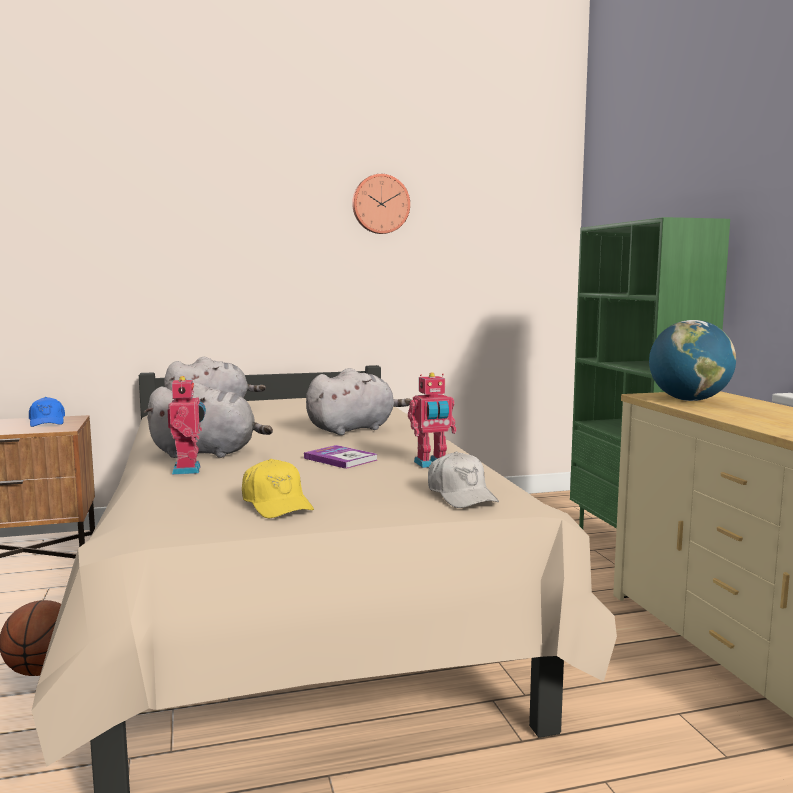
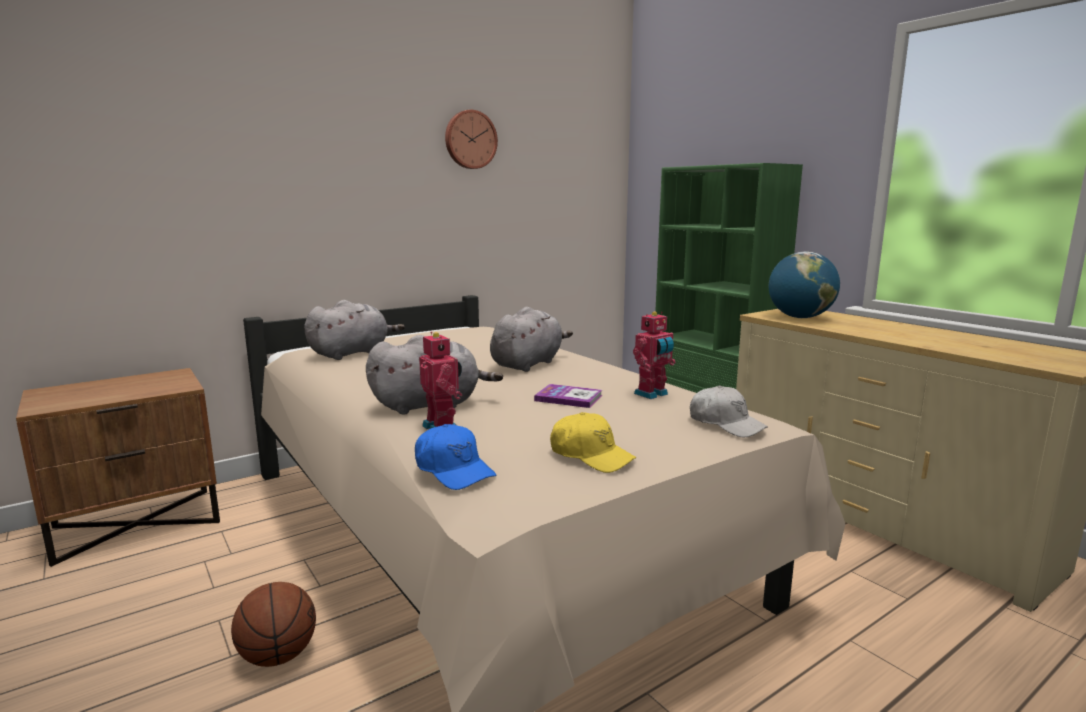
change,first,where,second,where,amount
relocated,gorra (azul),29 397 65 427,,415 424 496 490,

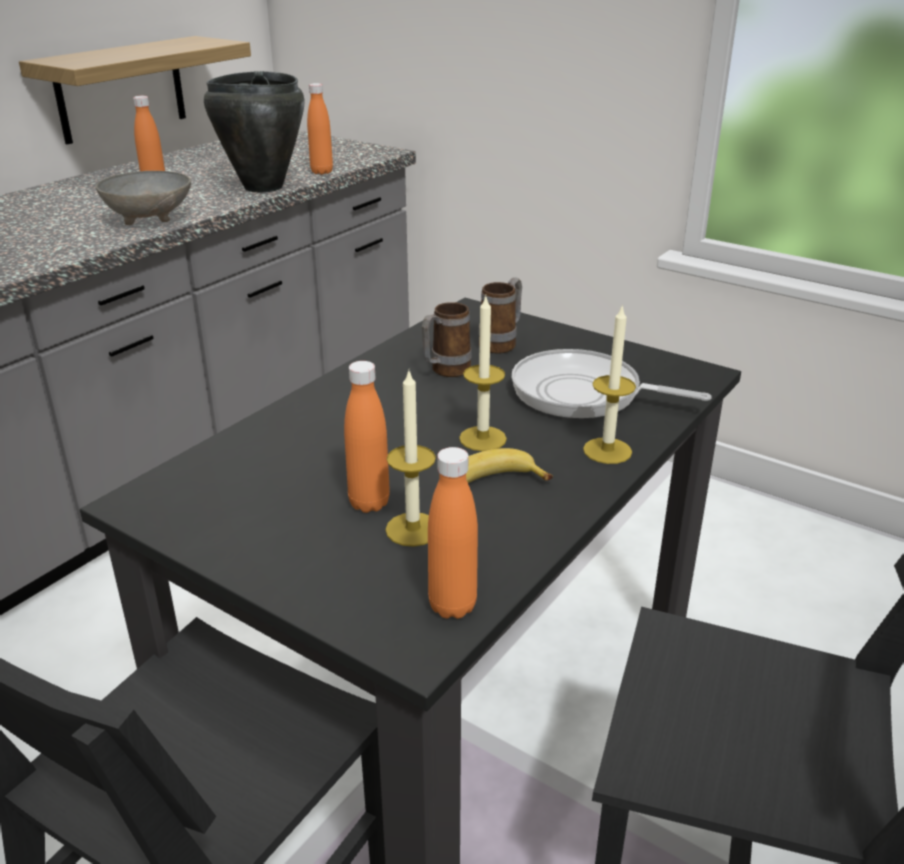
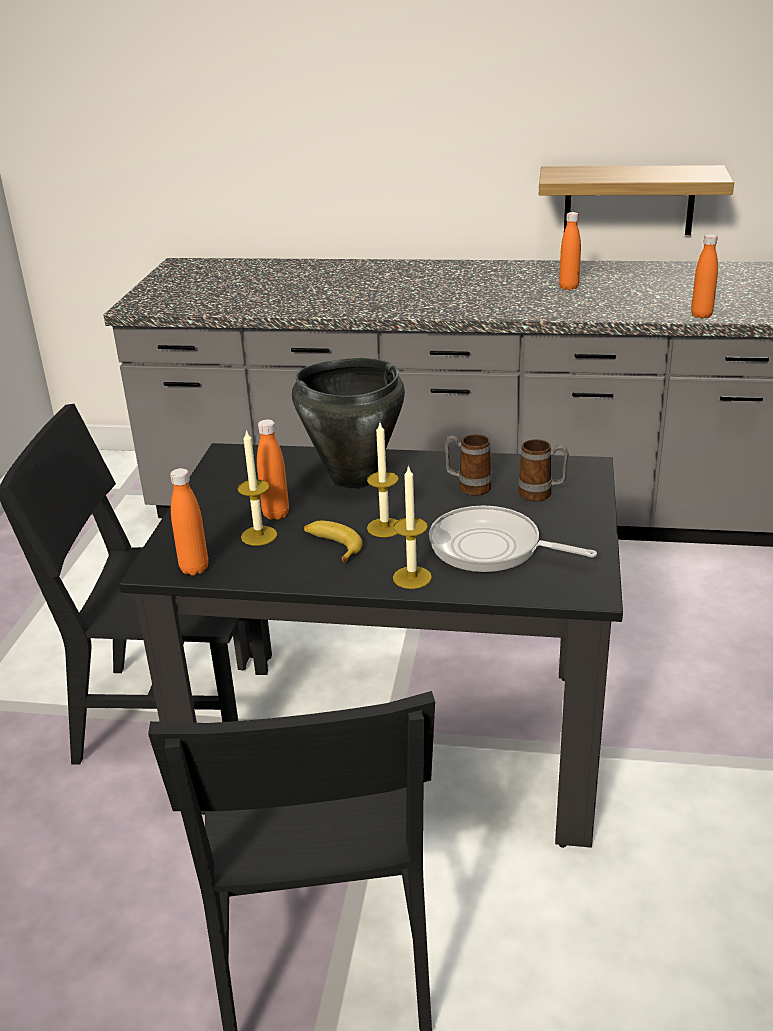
change,first,where,second,where,amount
missing,cuenco (gris),95 171 191 225,,,
relocated,olla (negro),204 71 305 193,,292 358 405 489,
spun,sartén,511 349 712 419,,429 506 597 572,60 degrees counterclockwise

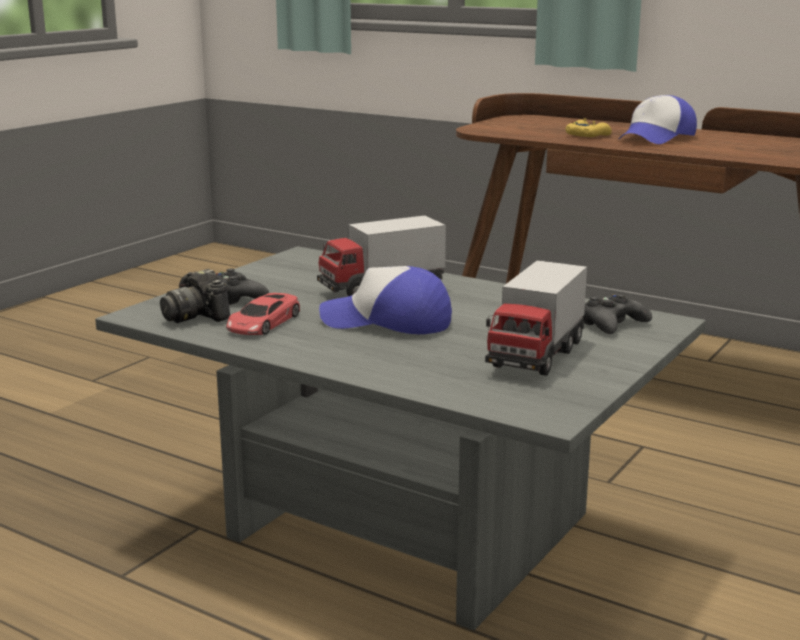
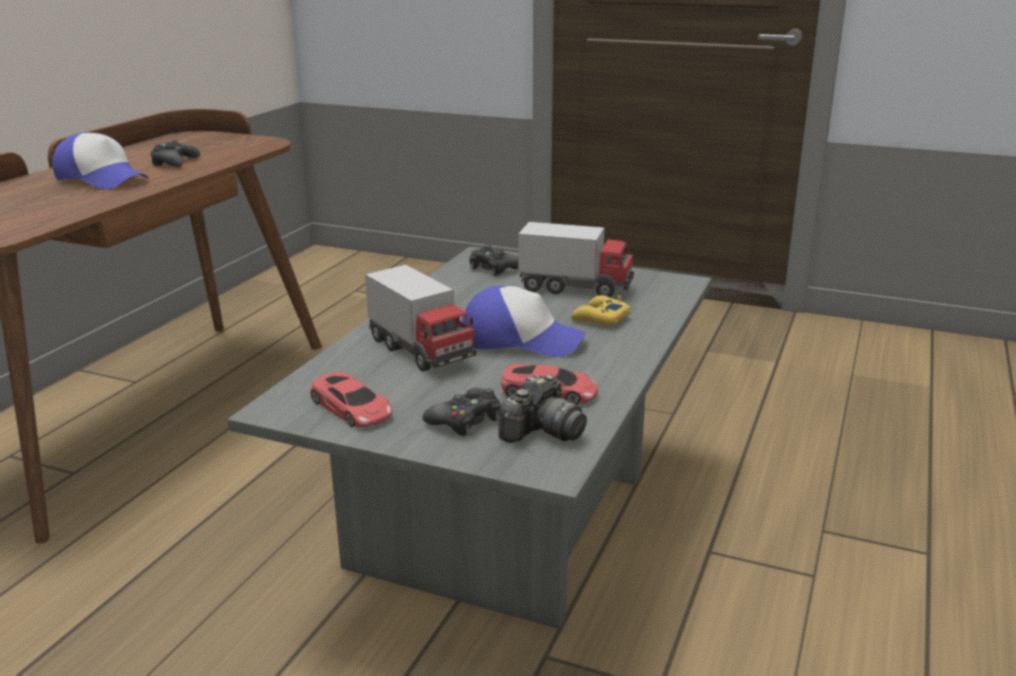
change,first,where,second,where,amount
appeared,,,mando de consola (negro),151 140 200 167,
appeared,,,coche de juguete (rojo),310 372 393 428,
relocated,mando de consola (amarillo),566 118 612 137,,571 295 631 326,
spun,gorra,319 266 452 334,,462 286 586 357,75 degrees counterclockwise

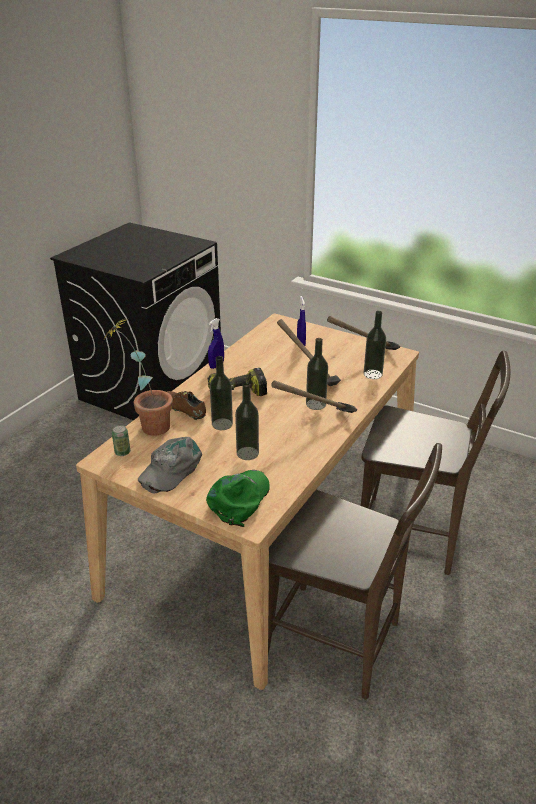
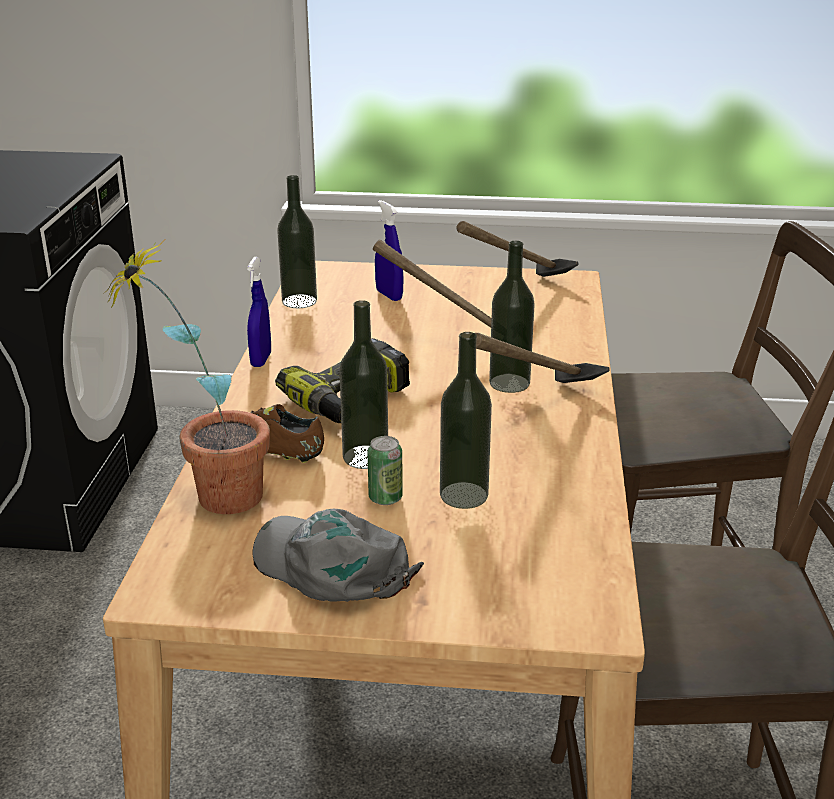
change,first,where,second,where,amount
missing,gorra (verde),206 470 270 527,,,
relocated,lata,112 425 130 456,,368 436 403 505,
relocated,botella,364 311 386 379,,277 175 317 308,
spun,gorra (gris),138 437 202 494,,252 509 424 602,120 degrees clockwise

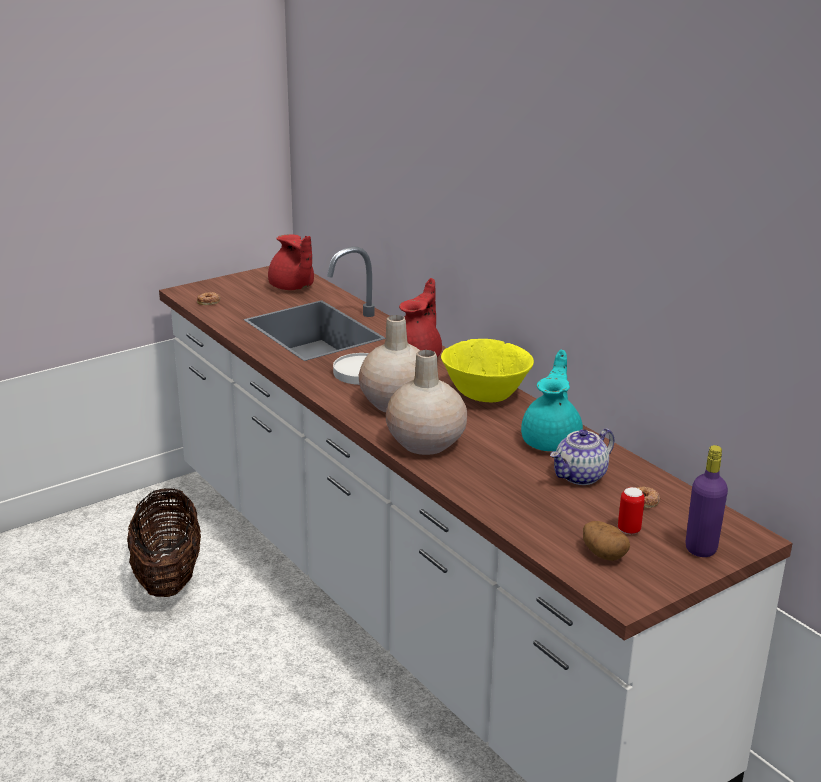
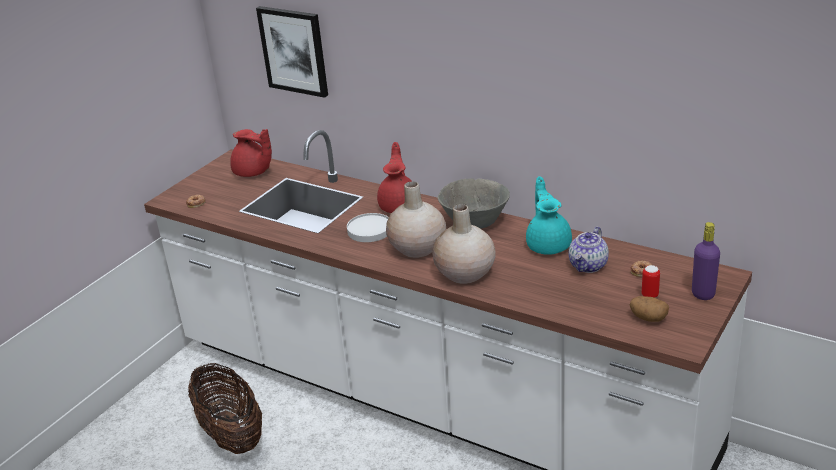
change,first,where,second,where,amount
appeared,,,cuadro,256 6 328 98,
colour,cuenco (amarillo),441 339 534 402,cuenco (gris),437 178 510 229,

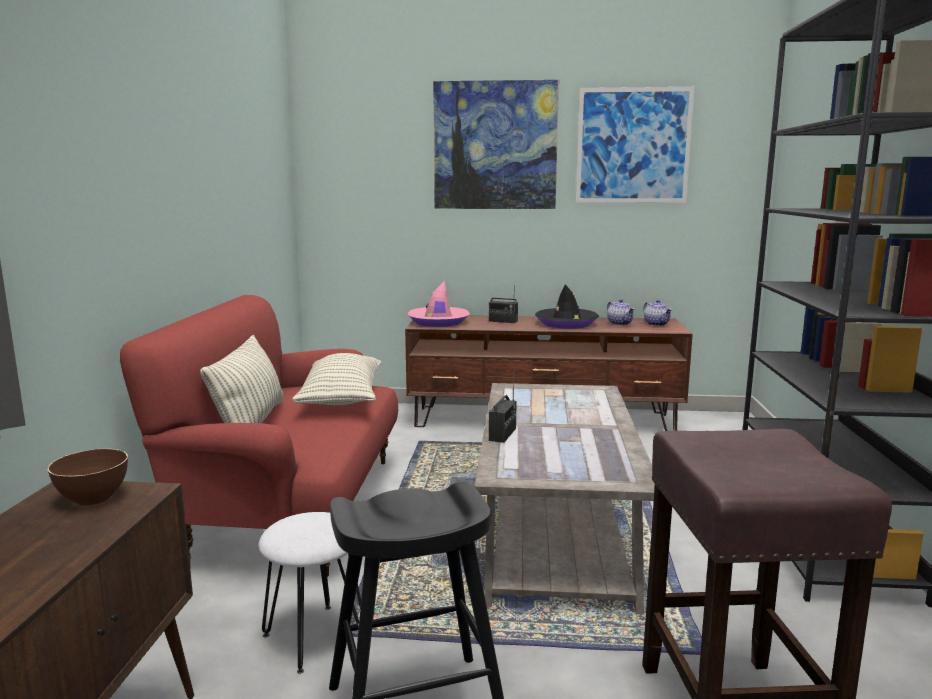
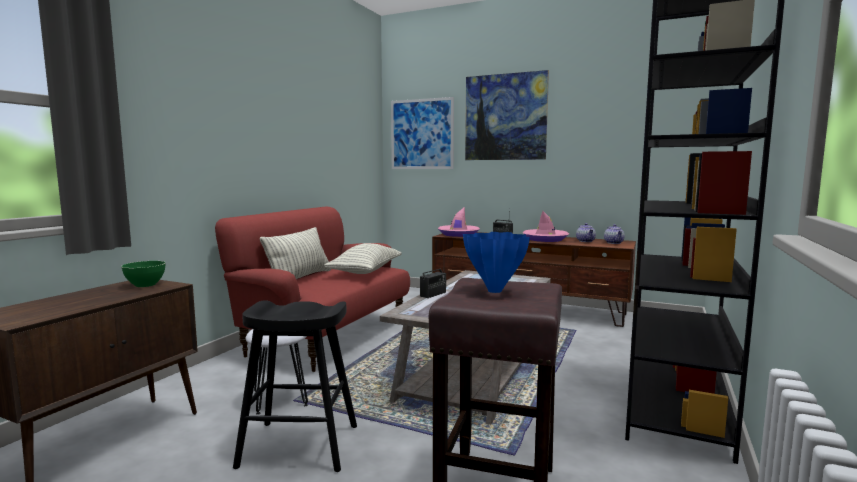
change,first,where,second,where,amount
appeared,,,florero (azul),463 232 530 293,
relocated,cuadro,576 87 695 203,,391 97 454 169,
colour,cuenco (marrón),48 449 128 506,cuenco (verde),121 261 166 287,
colour,sombrero (negro),535 284 599 329,sombrero (rosa),522 211 569 242,

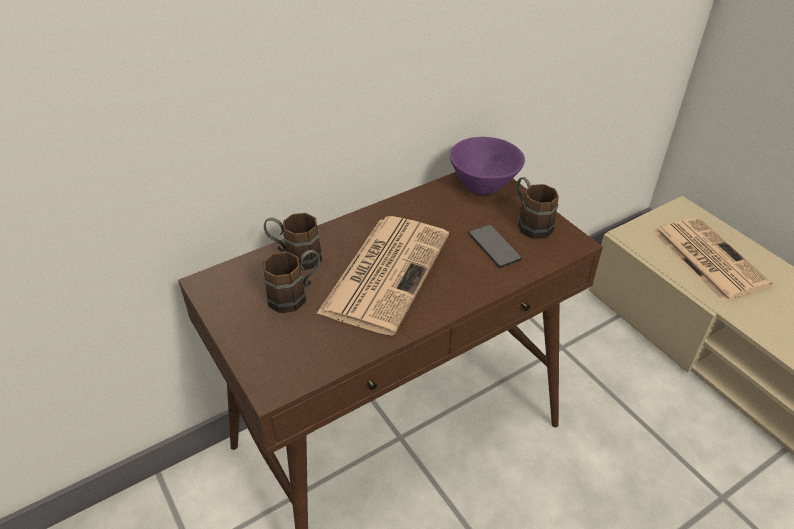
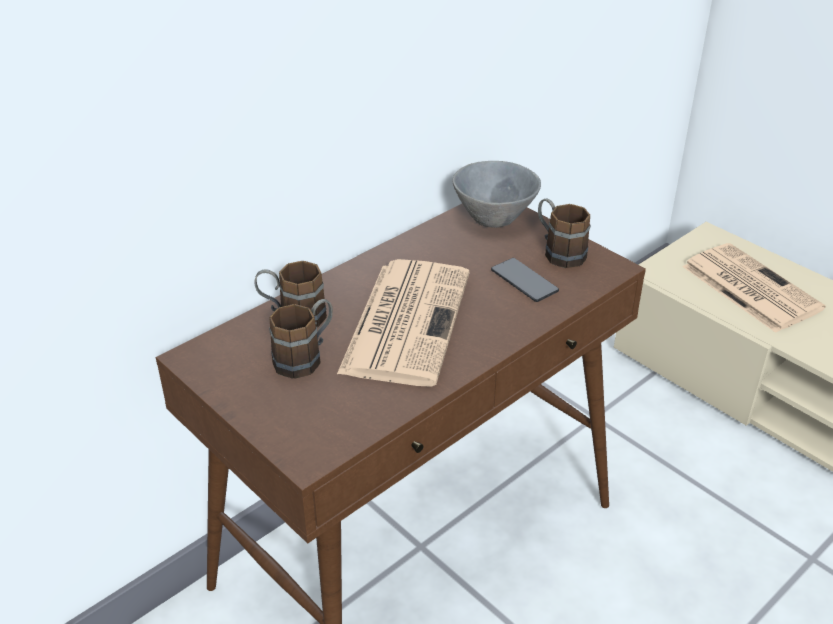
change,first,where,second,where,amount
colour,cuenco (morado),450 137 525 195,cuenco (gris),452 161 541 228,

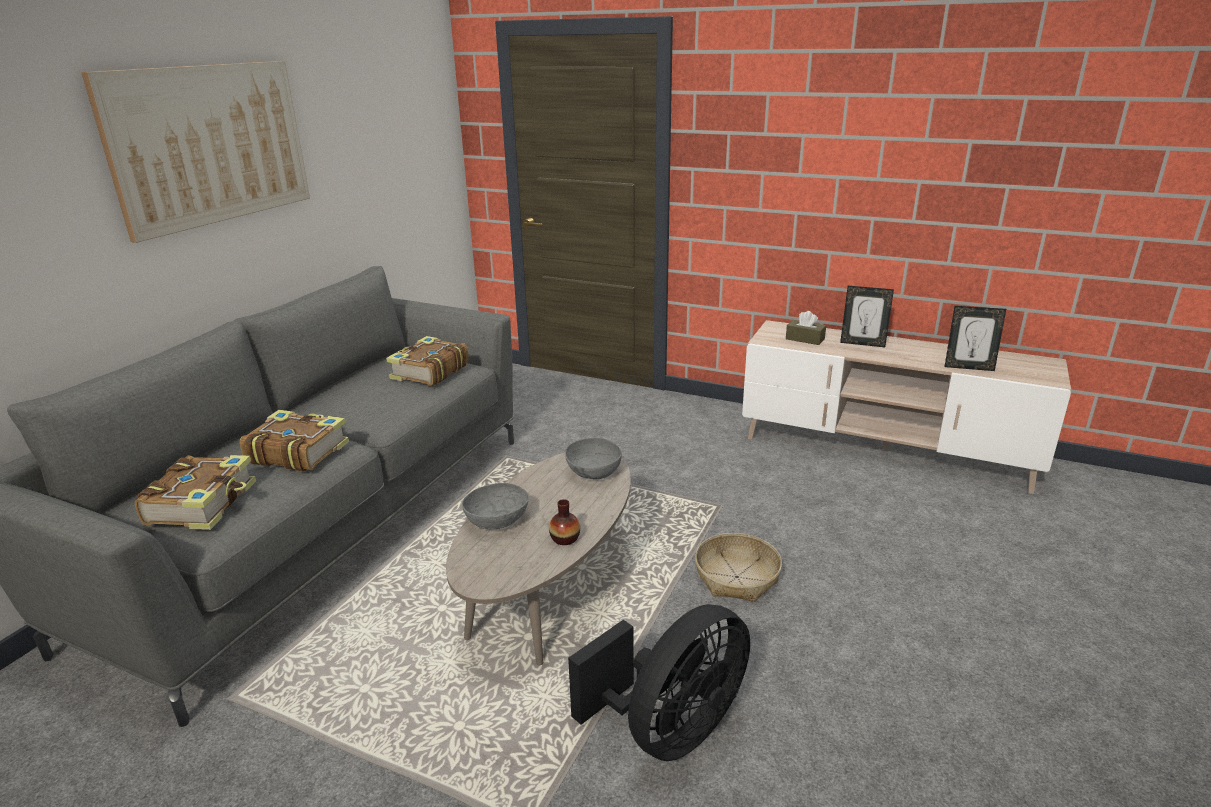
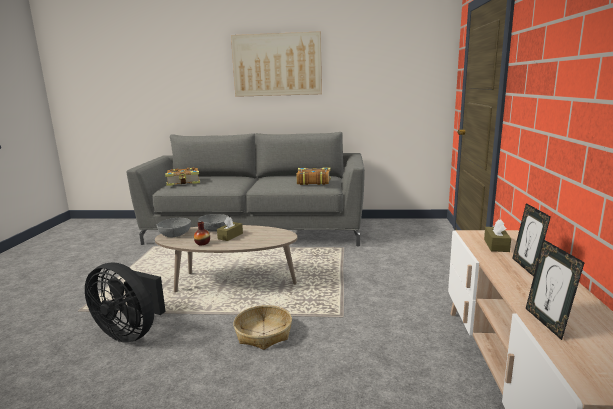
change,first,where,second,where,amount
missing,libro,240 410 349 471,,,
appeared,,,caja de pañuelos (marrón),217 216 243 241,
relocated,cuenco (gris),565 438 622 480,,157 218 191 237,

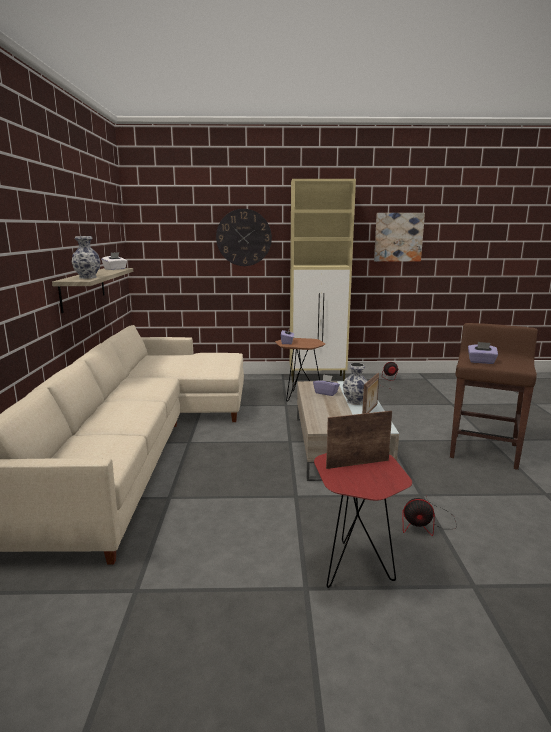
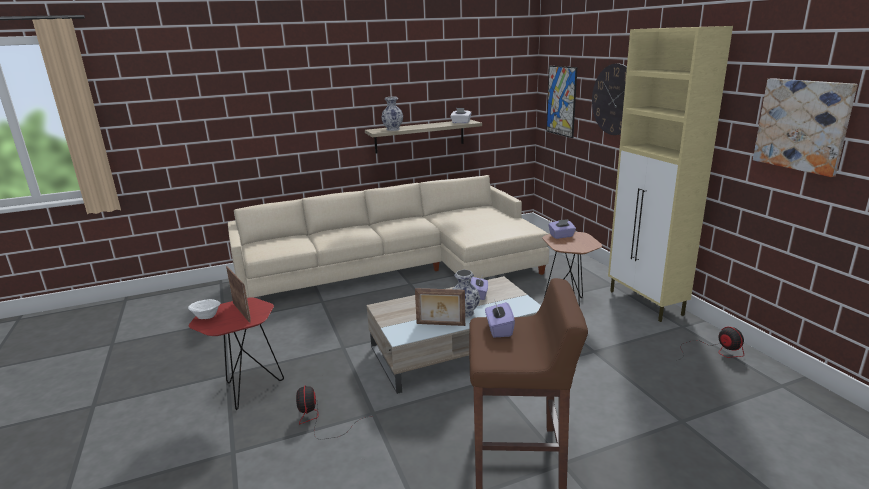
change,first,where,second,where,amount
appeared,,,cuenco (blanco),188 299 220 319,
appeared,,,cuadro,546 66 577 138,

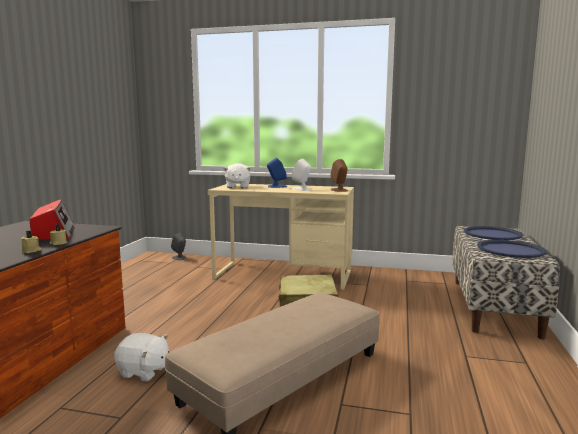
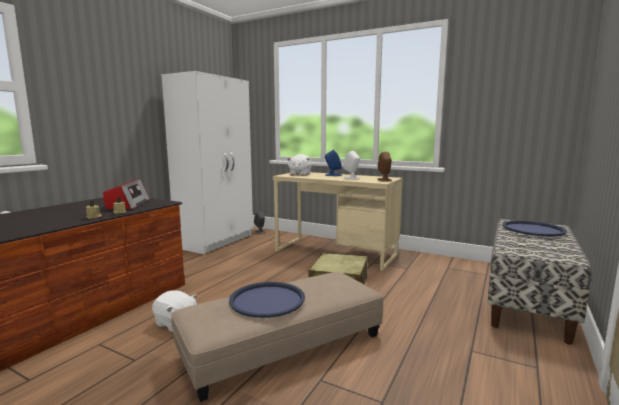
change,first,where,second,where,amount
appeared,,,armario ropero (blanco),162 71 253 254,
relocated,bandeja (azul),477 240 547 258,,229 282 305 318,

